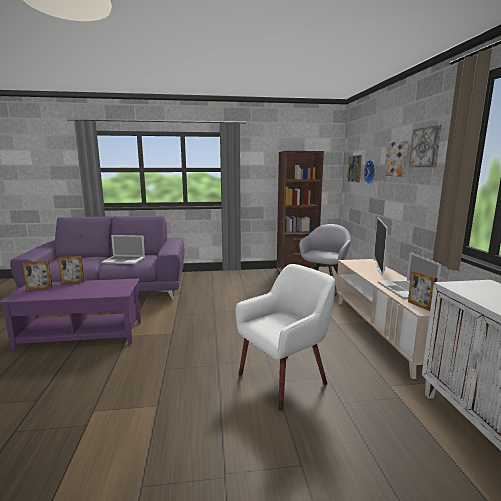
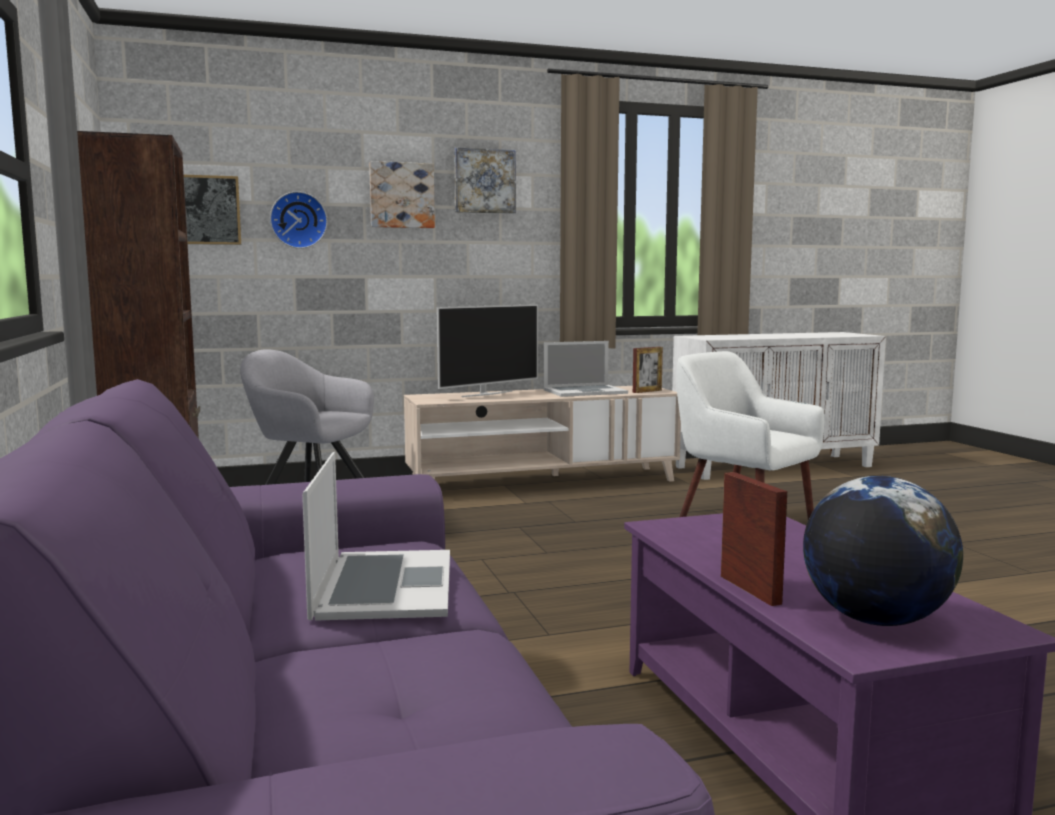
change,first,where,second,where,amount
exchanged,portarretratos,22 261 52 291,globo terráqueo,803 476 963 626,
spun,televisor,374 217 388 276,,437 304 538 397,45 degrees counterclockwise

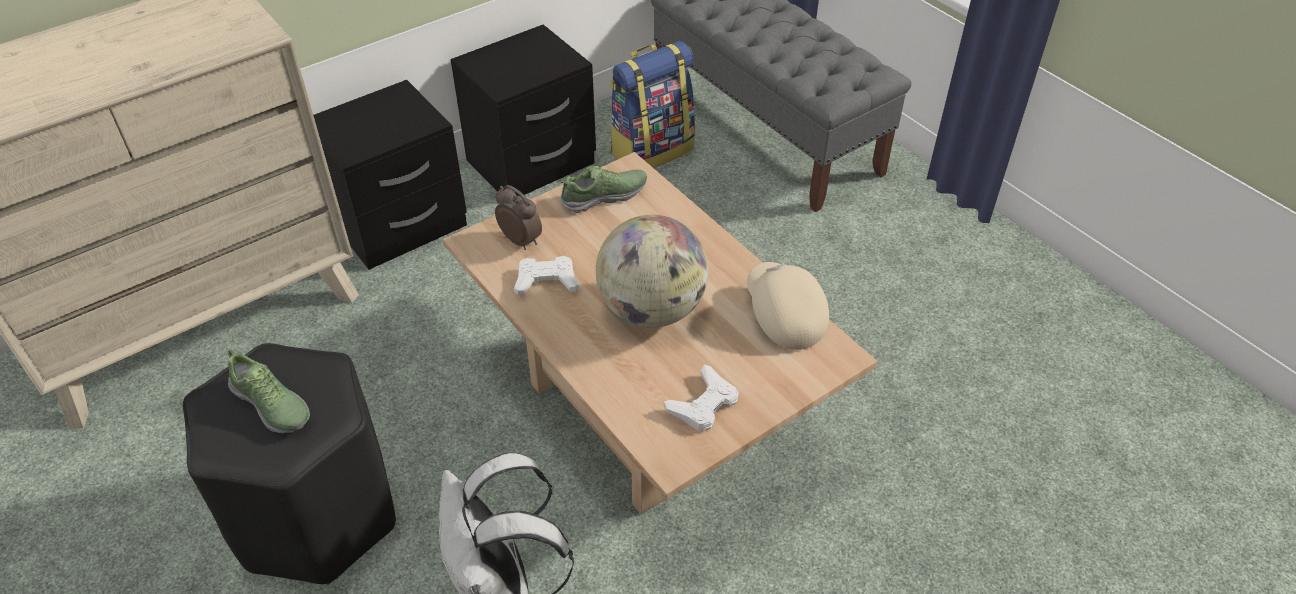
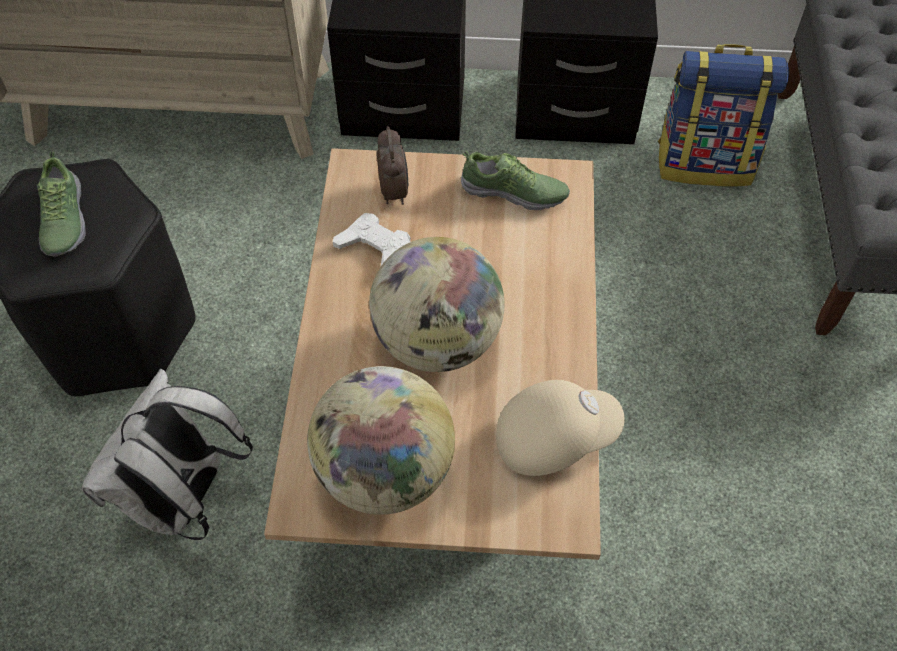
change,first,where,second,where,amount
exchanged,mando de consola (blanco),664 365 739 431,globo terráqueo,307 366 455 515,
spun,gorra (beis),747 262 829 350,,496 380 625 476,60 degrees clockwise

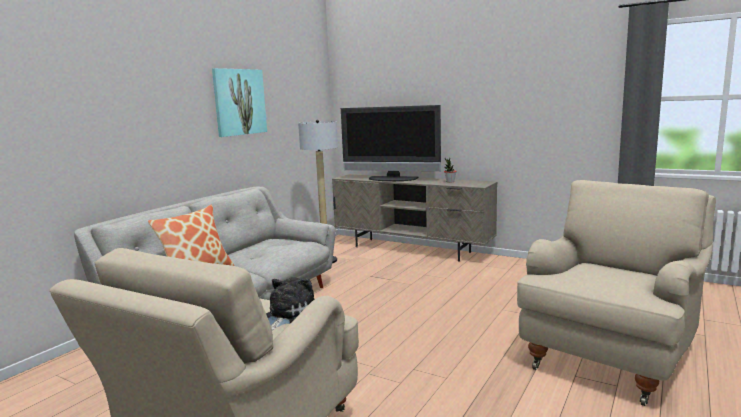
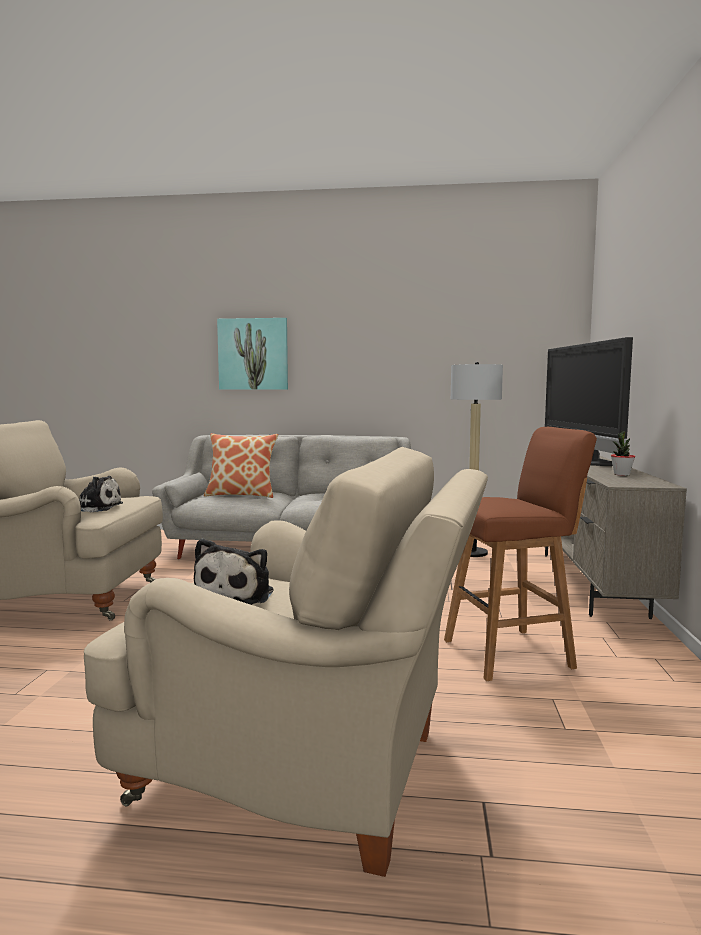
change,first,where,second,where,amount
appeared,,,peluche,194 538 273 605,
appeared,,,taburete (marrón),444 427 597 681,
relocated,cuadro,212 68 267 137,,217 318 288 390,

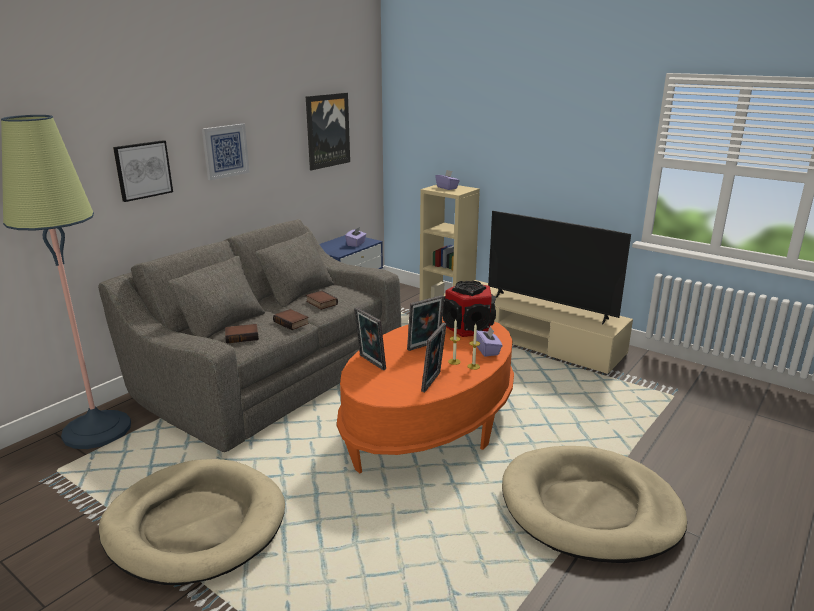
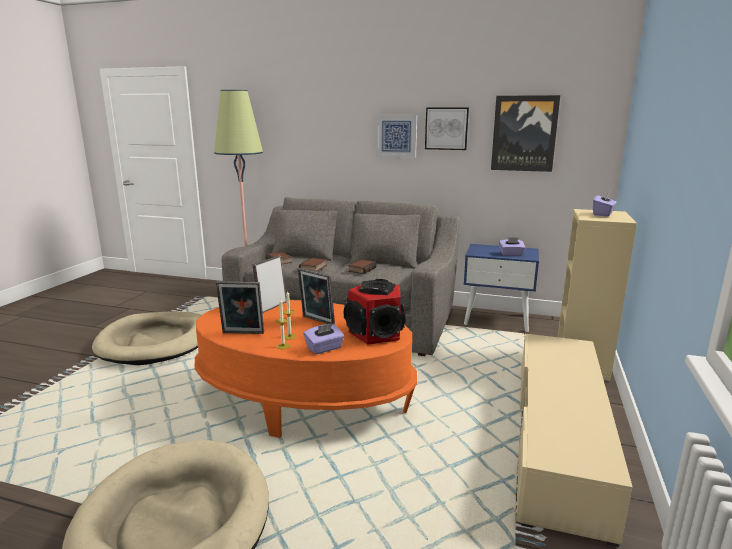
change,first,where,second,where,amount
missing,televisor,488 211 631 324,,,
relocated,cuadro,113 140 173 202,,425 108 469 150,

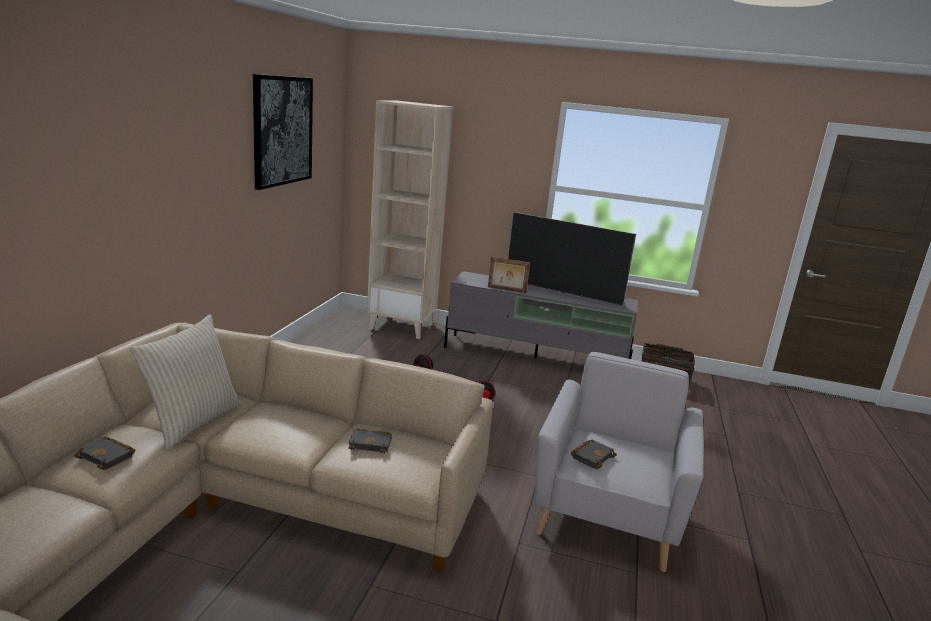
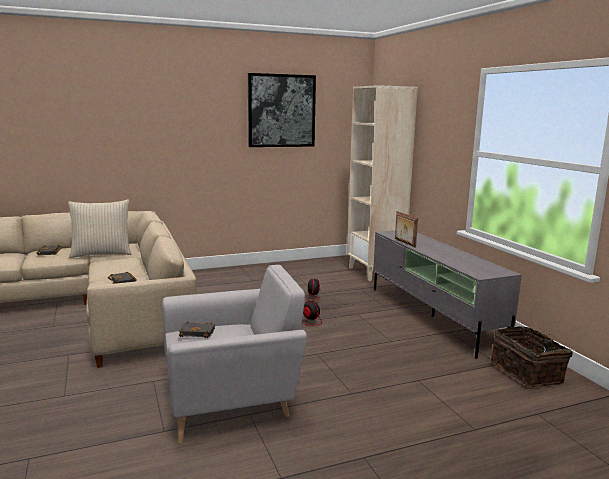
change,first,where,second,where,amount
missing,televisor,508 212 636 306,,,

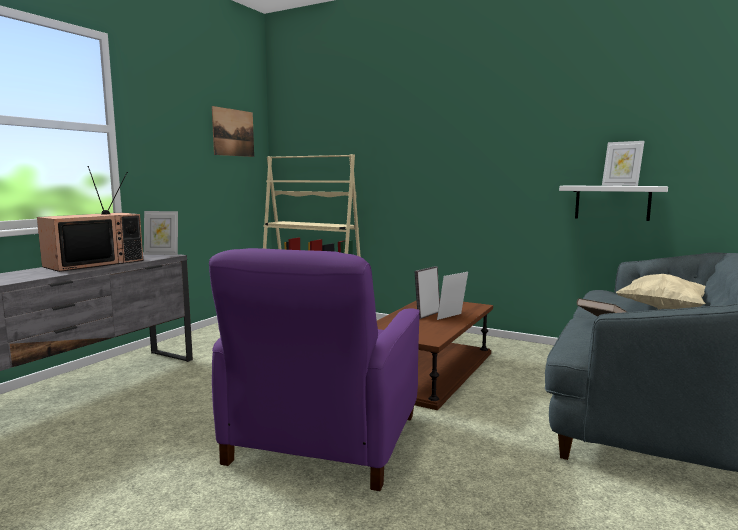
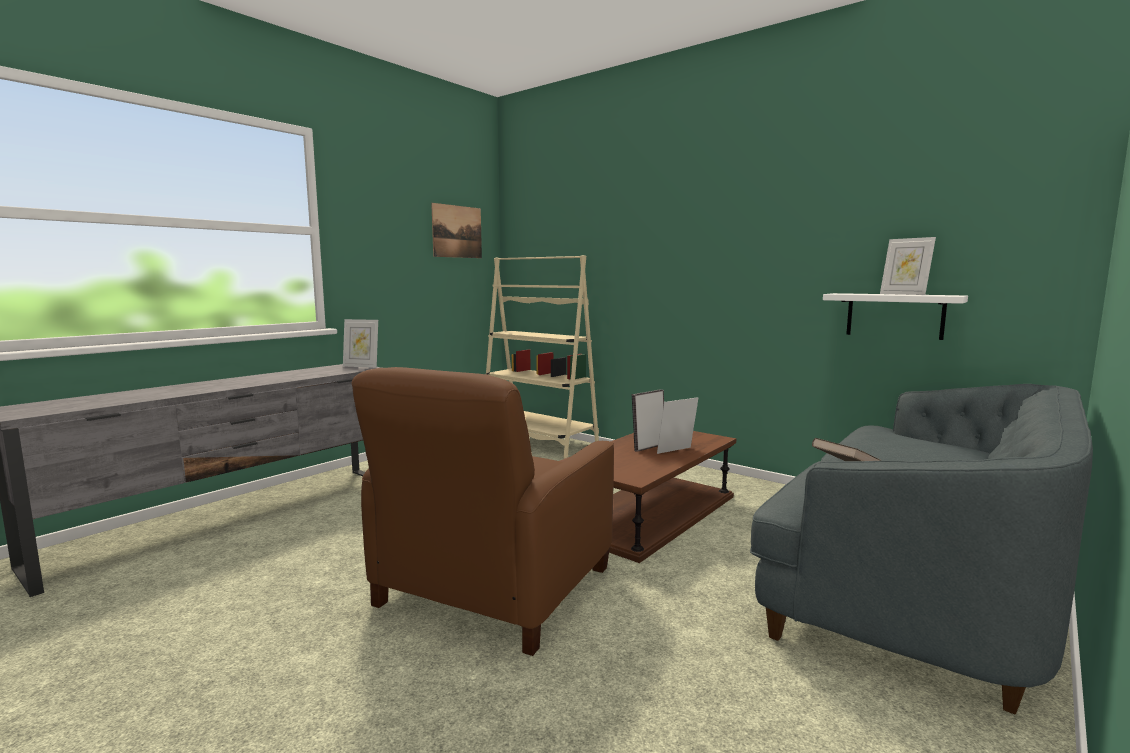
change,first,where,second,where,amount
missing,televisor,37 166 143 272,,,
missing,cojín (beis),616 274 705 309,,,
colour,sillón (morado),209 248 420 491,sillón (marrón),352 367 614 656,

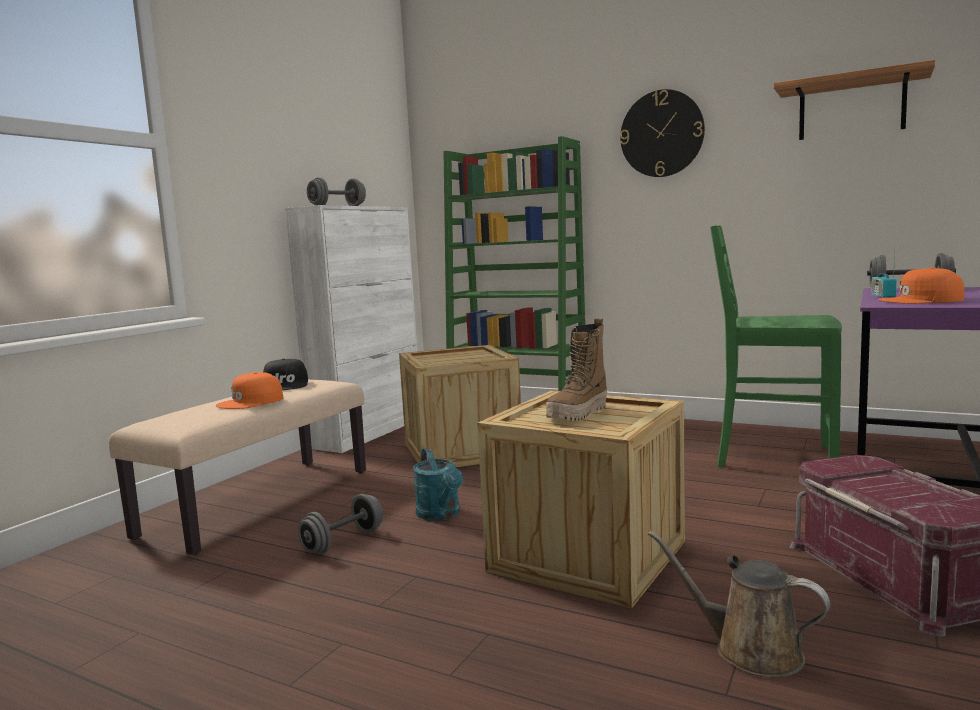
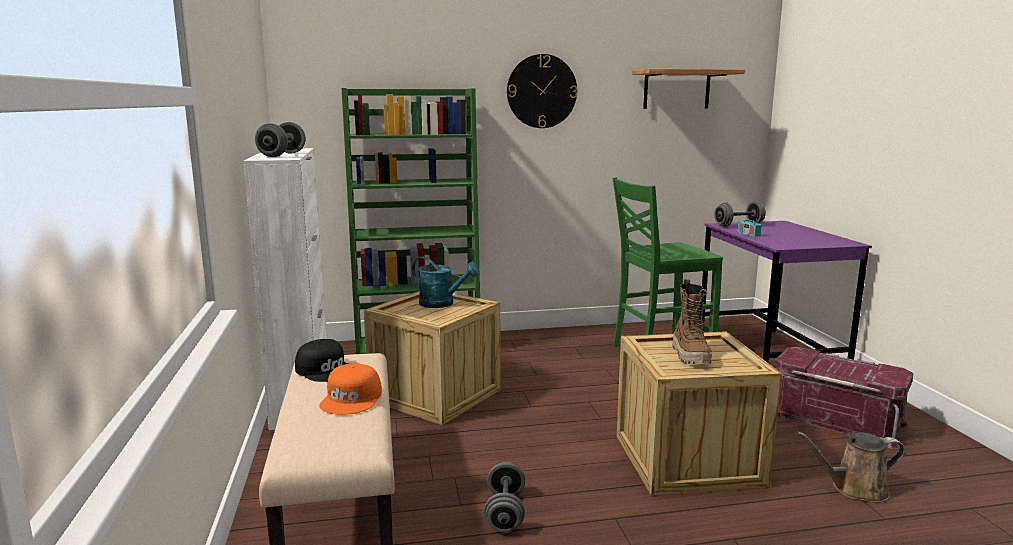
change,first,where,second,where,amount
missing,gorra (naranja),878 267 964 304,,,
relocated,regadera (turquesa),413 447 463 521,,412 257 479 308,

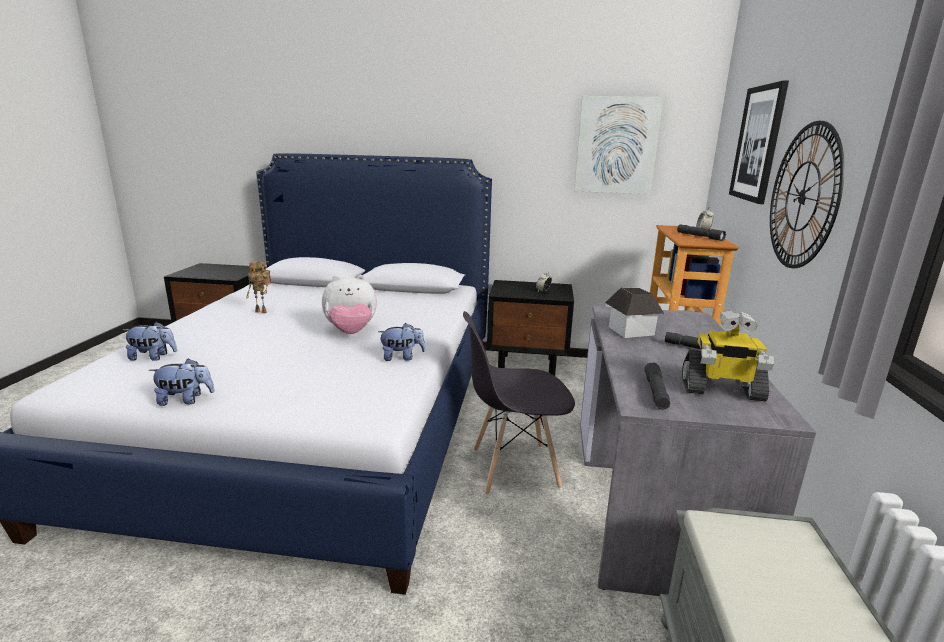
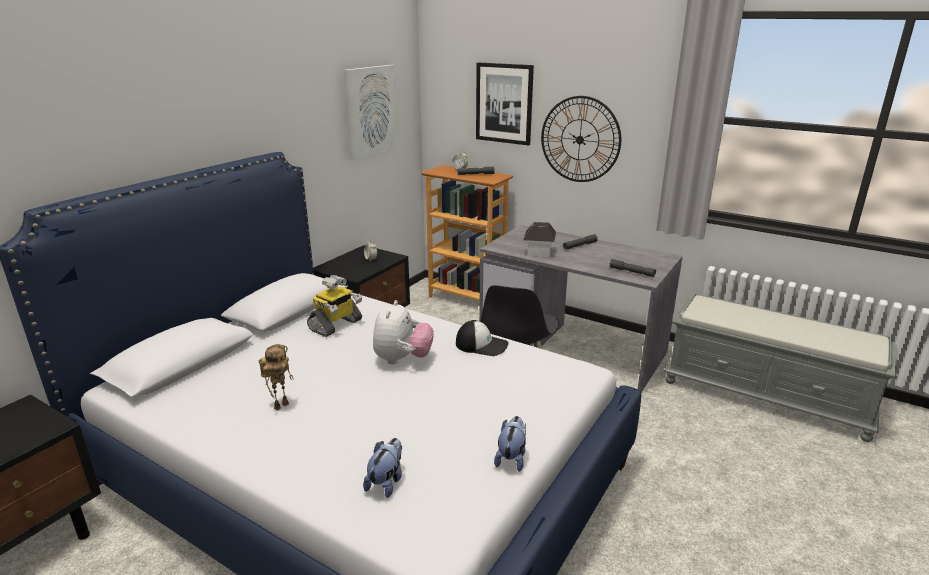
change,first,where,second,where,amount
relocated,robot de juguete,682 310 774 402,,307 275 362 337,
exchanged,peluche,378 323 426 361,gorra,456 320 509 356,

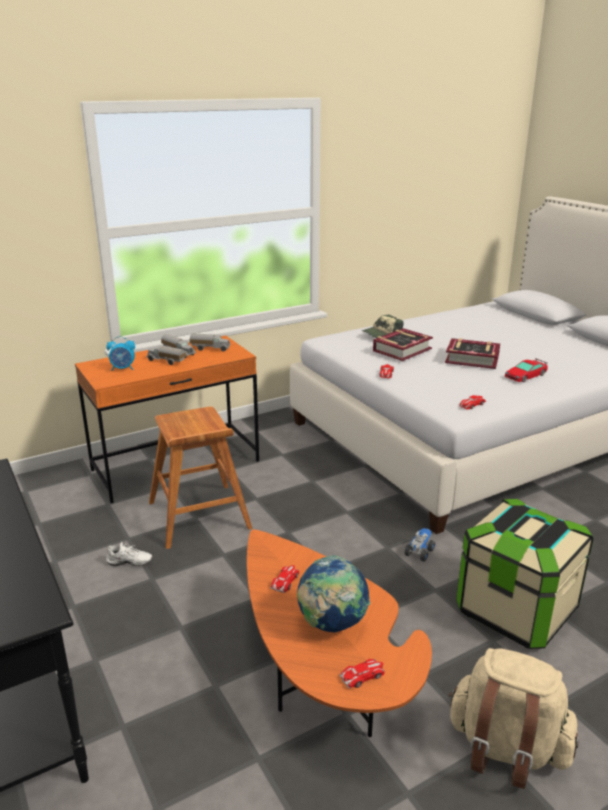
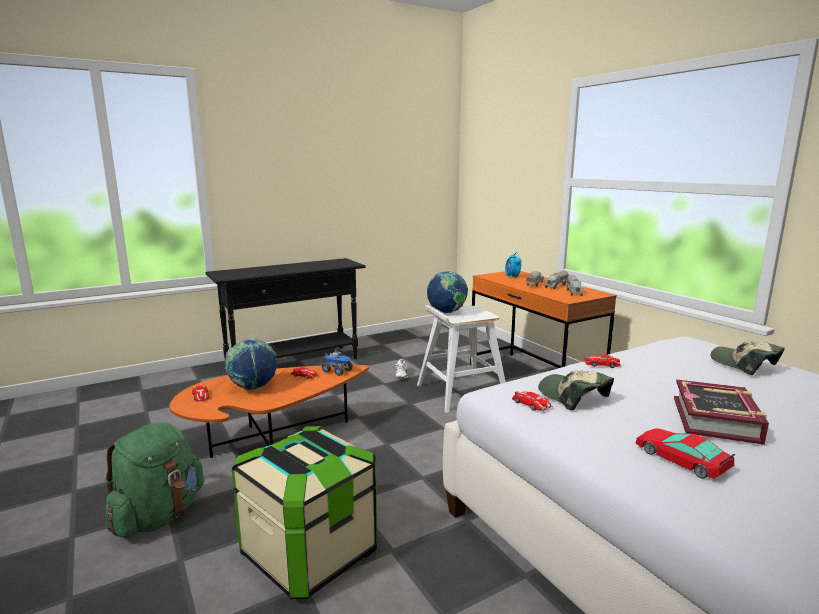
change,first,where,second,where,amount
missing,libro,373 328 433 361,,,
appeared,,,globo terráqueo,427 271 468 313,
appeared,,,gorra,538 371 614 411,
relocated,camión de juguete,404 528 435 562,,322 349 353 376,
colour,taburete (marrón),149 407 253 549,taburete (blanco),417 305 505 413,
colour,mochila (beis),449 648 579 789,mochila (verde),105 422 204 538,

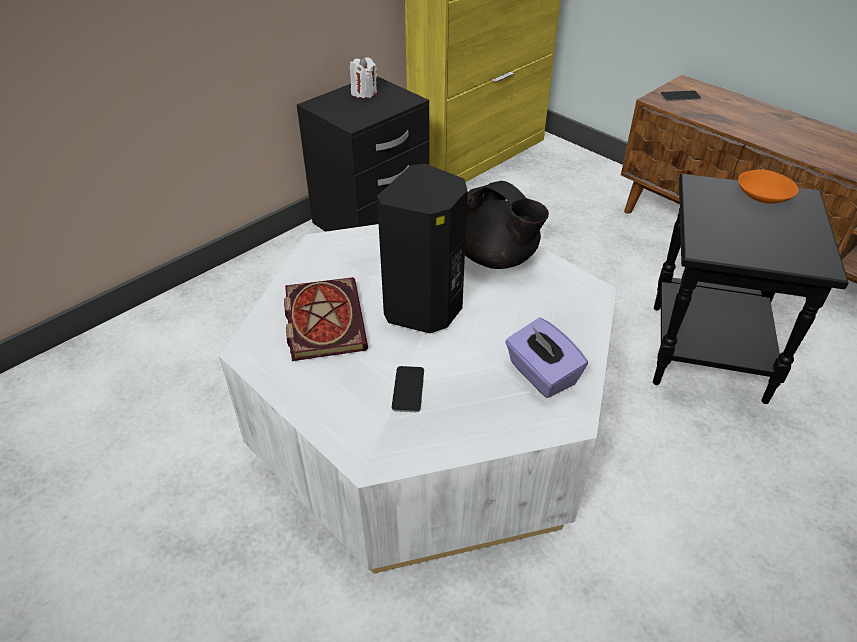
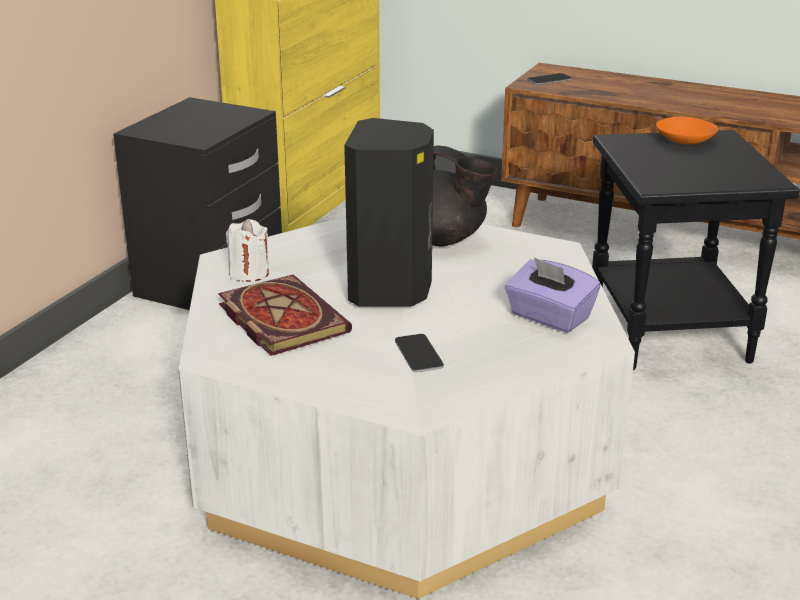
change,first,where,second,where,amount
relocated,vela (blanco),350 57 378 99,,226 219 269 282,

